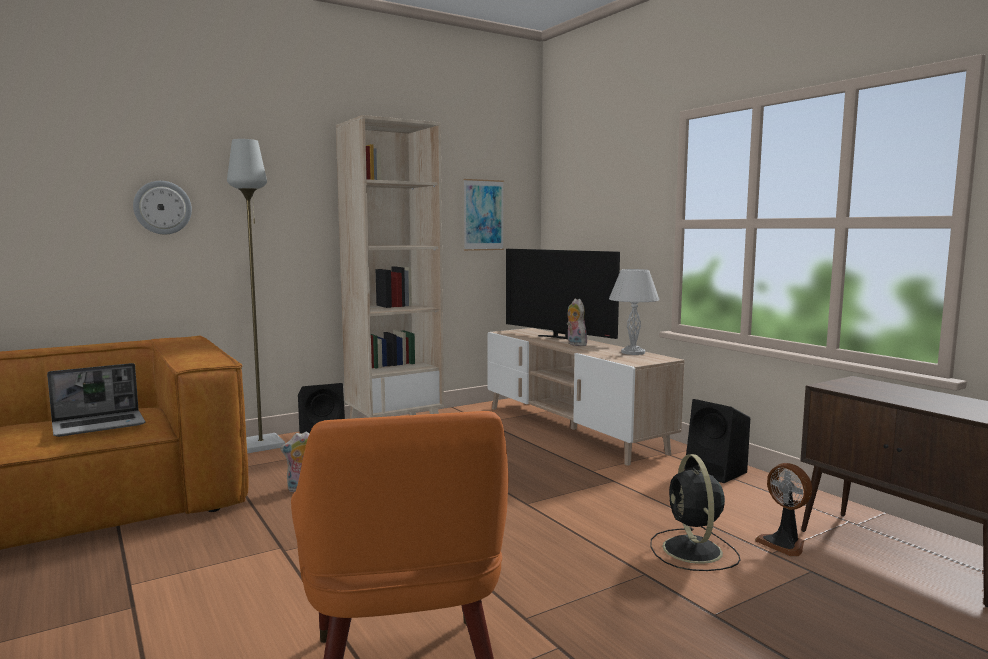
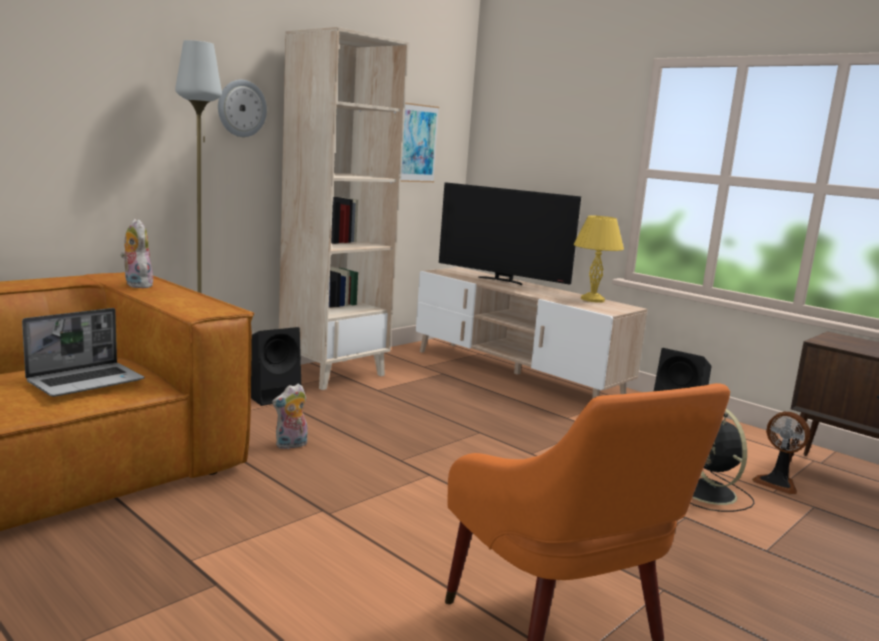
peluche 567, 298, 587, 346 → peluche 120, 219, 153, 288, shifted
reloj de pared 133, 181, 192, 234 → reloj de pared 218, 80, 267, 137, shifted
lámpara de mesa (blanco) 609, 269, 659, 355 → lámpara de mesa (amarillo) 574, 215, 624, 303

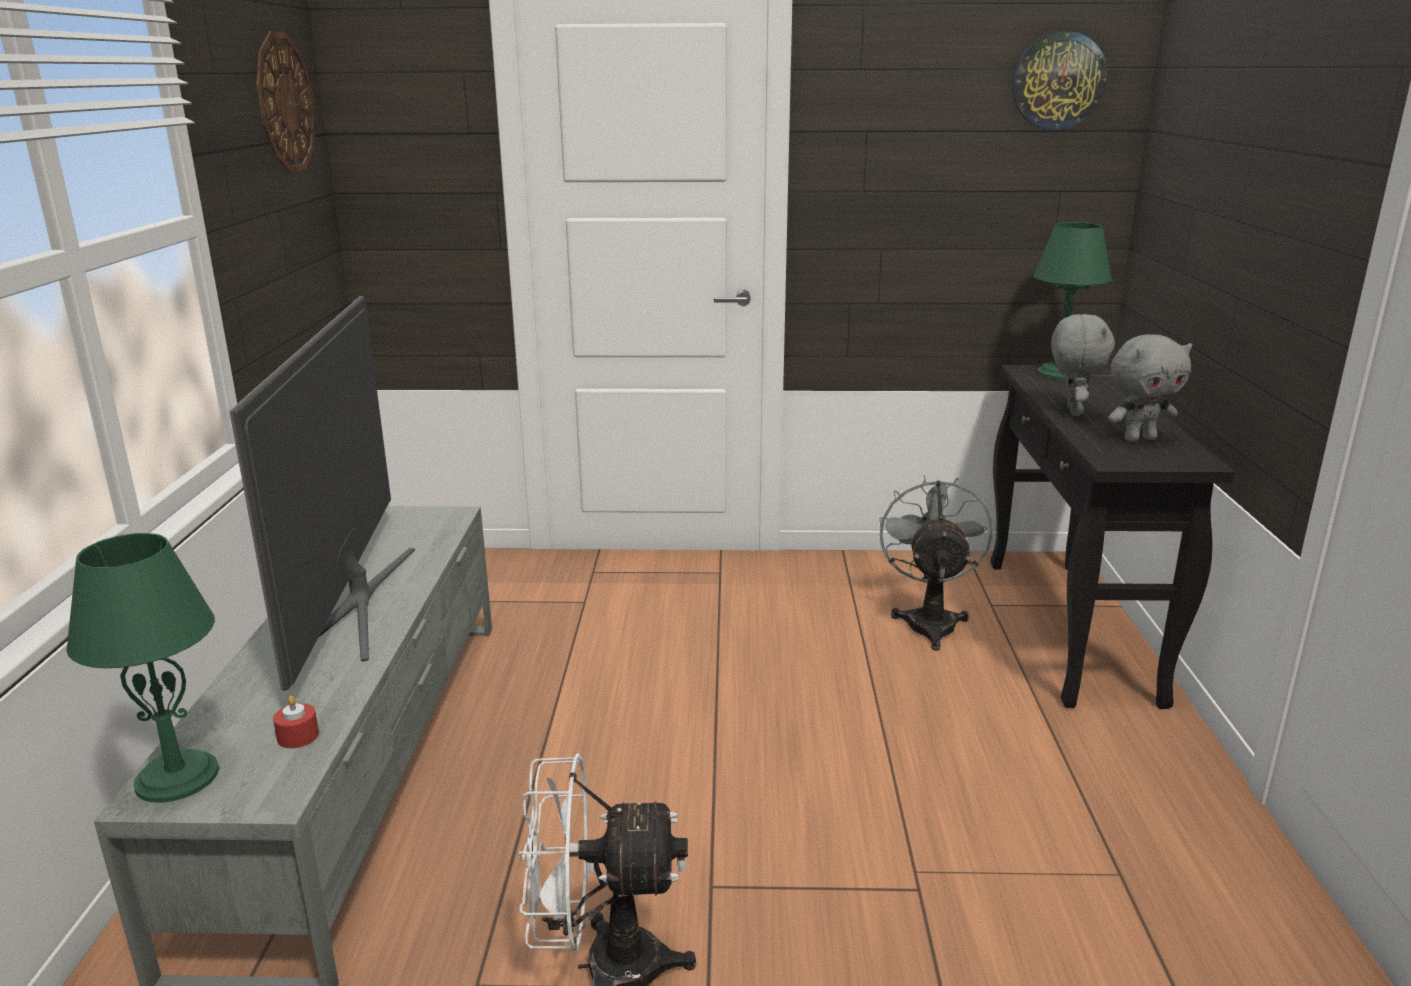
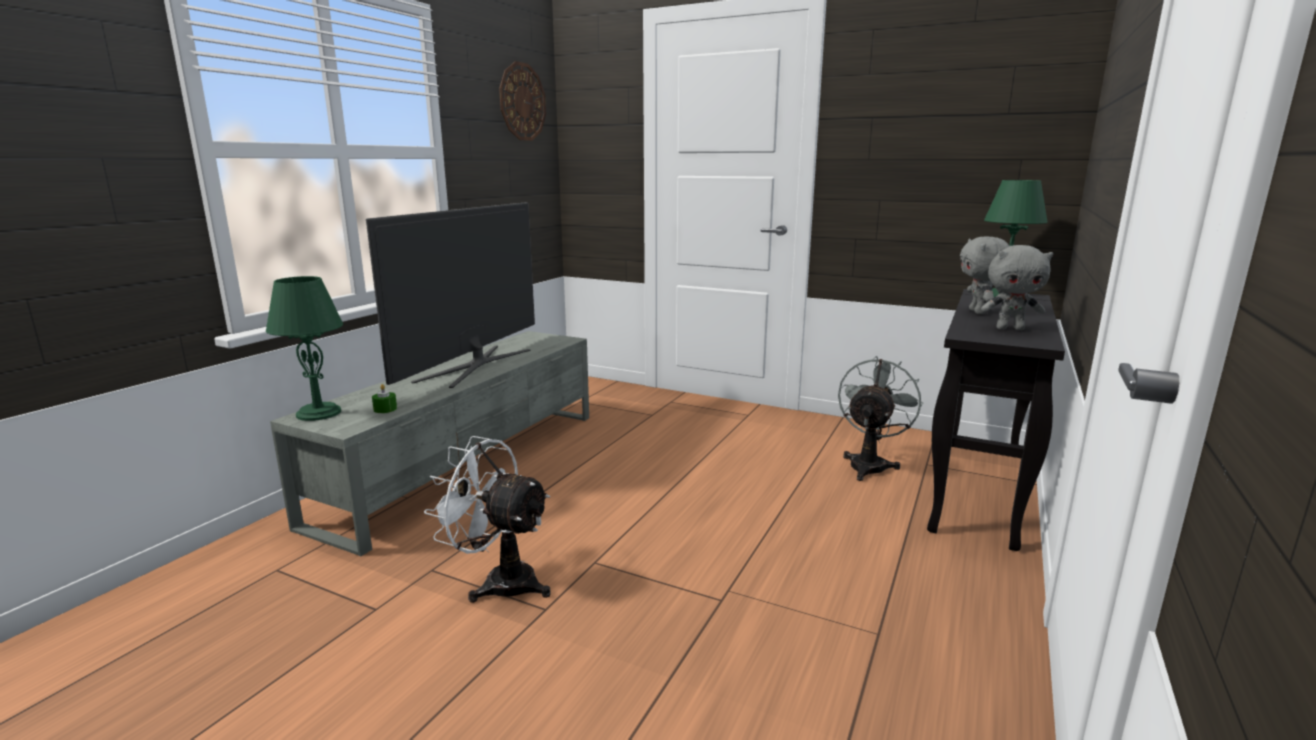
vela (rojo) 273, 696, 319, 748 → vela (verde) 372, 384, 397, 413
peluche (gris) 1051, 314, 1115, 416 → peluche (gris) 960, 236, 1009, 314, 150 degrees clockwise
reloj de pared 1012, 31, 1107, 130 → -

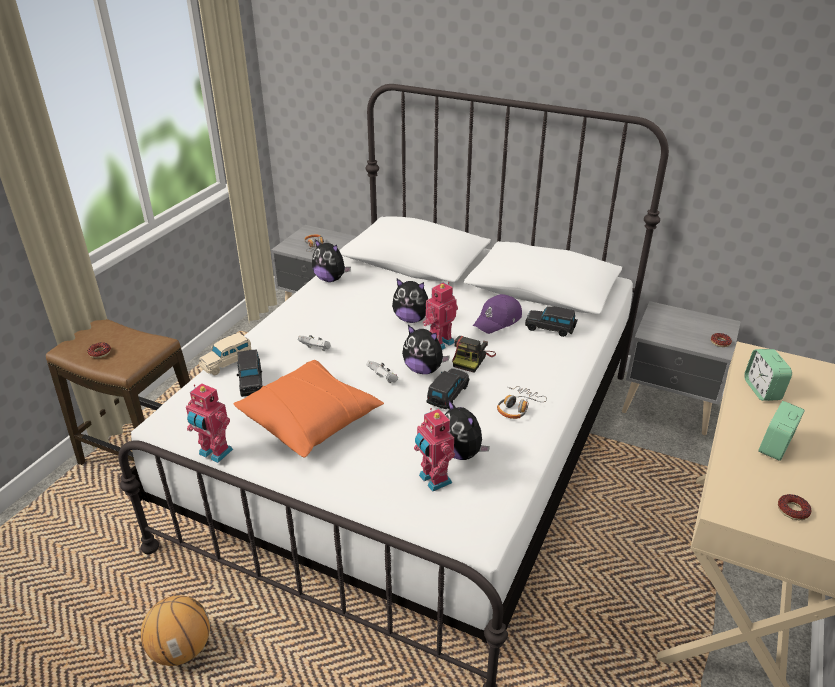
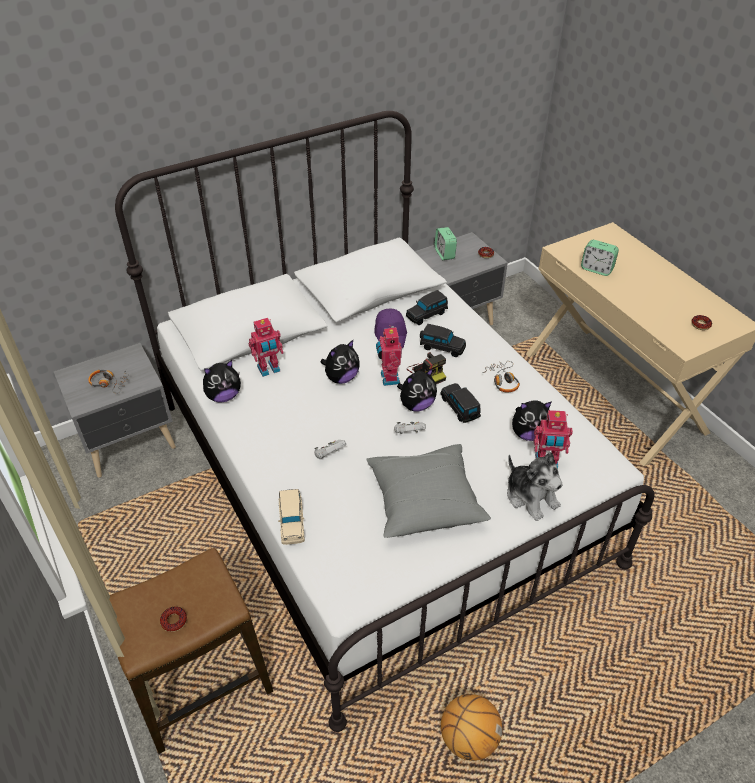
robot de juguete 186, 383, 233, 463 → robot de juguete 249, 318, 283, 377, shifted
cojín (naranja) 234, 360, 384, 458 → cojín (gris) 366, 444, 491, 538
coche de juguete (negro) 237, 349, 263, 397 → coche de juguete (negro) 420, 324, 466, 357, shifted
despertador 758, 401, 805, 461 → despertador 434, 227, 457, 260, shifted
- → peluche 507, 452, 563, 521

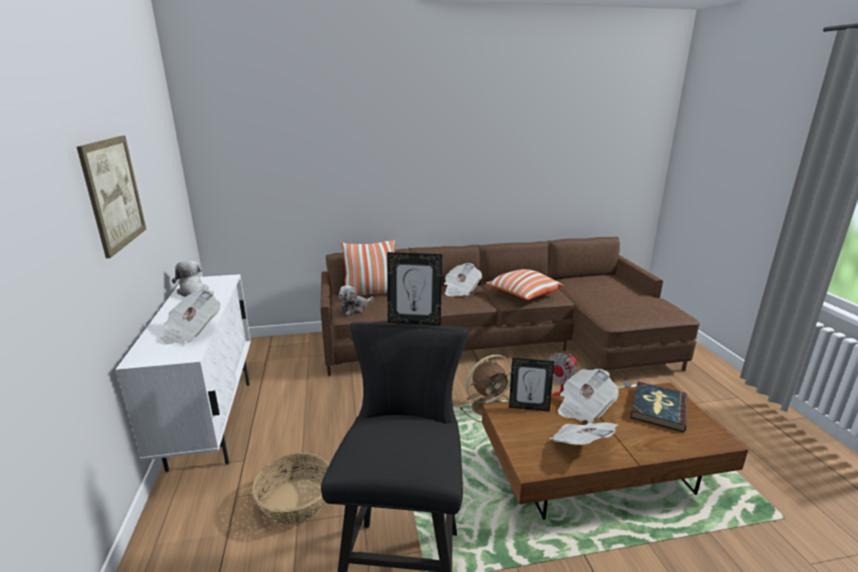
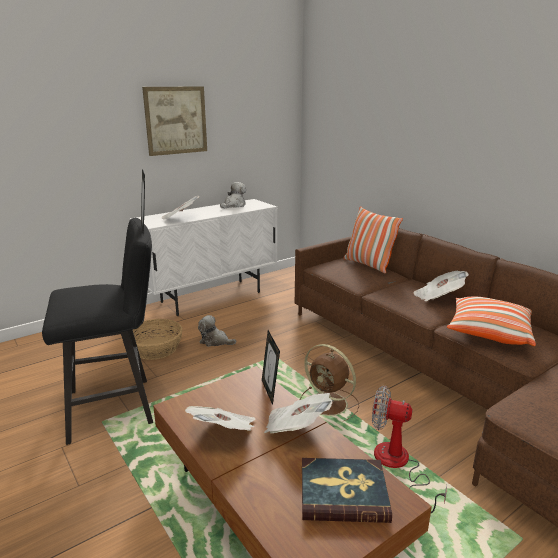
peluche 339, 285, 374, 315 → peluche 198, 315, 236, 347, shifted

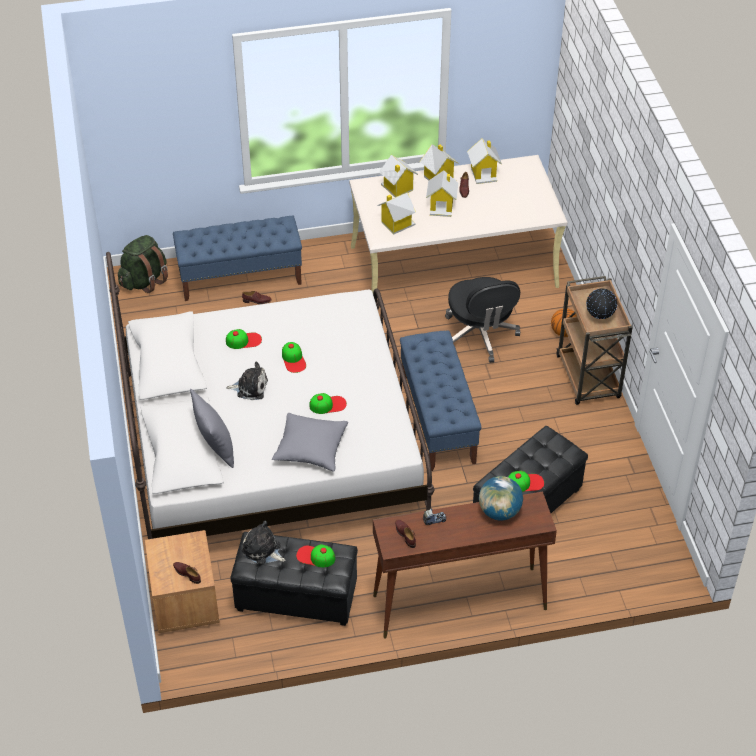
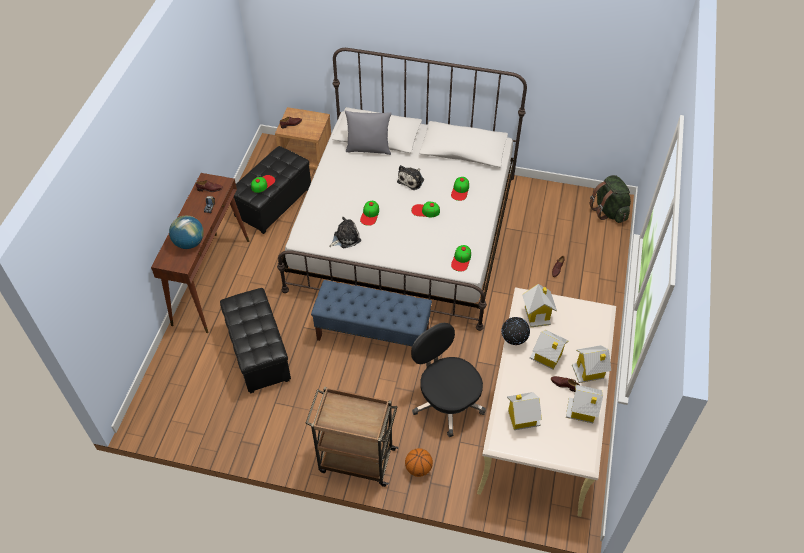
peluche 241, 521, 285, 564 → peluche 329, 217, 361, 248, shifted
silla de oficina (negro) 445, 277, 520, 363 → silla de oficina (negro) 411, 323, 486, 437, 45 degrees clockwise
gorra 508, 471, 544, 492 → gorra 451, 245, 471, 272, shifted
globo terráqueo 586, 288, 617, 319 → globo terráqueo 502, 317, 530, 345, shifted
casita 379, 155, 418, 197 → casita 507, 392, 542, 430, shifted
banco (azul) 173, 216, 302, 301 → -
cojín (gris) 272, 413, 348, 472 → -

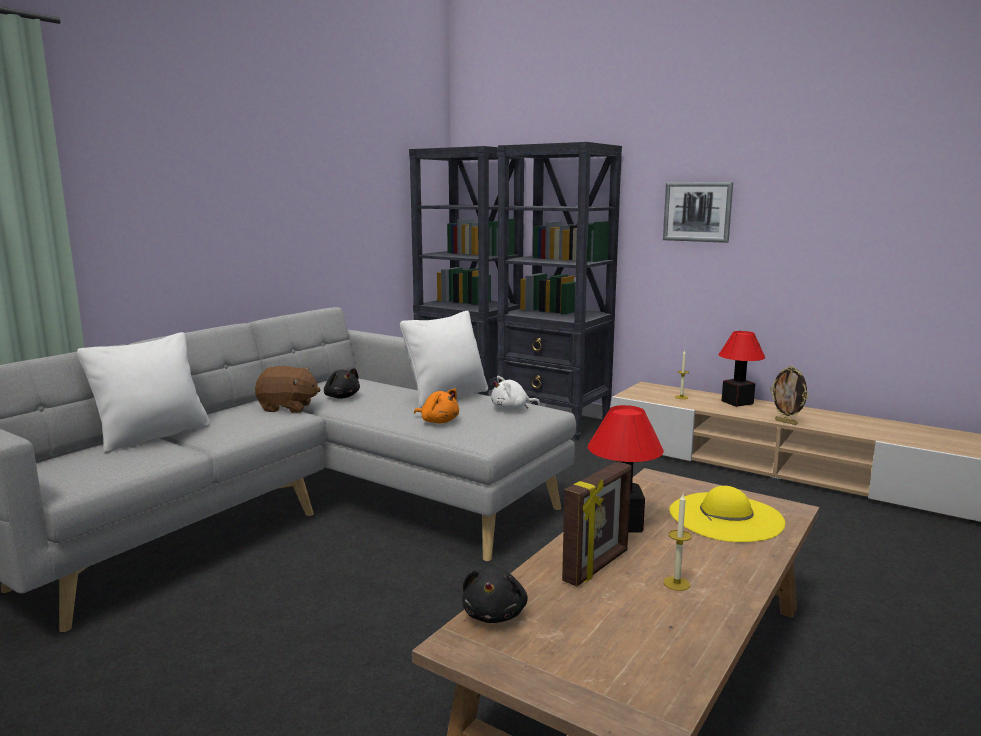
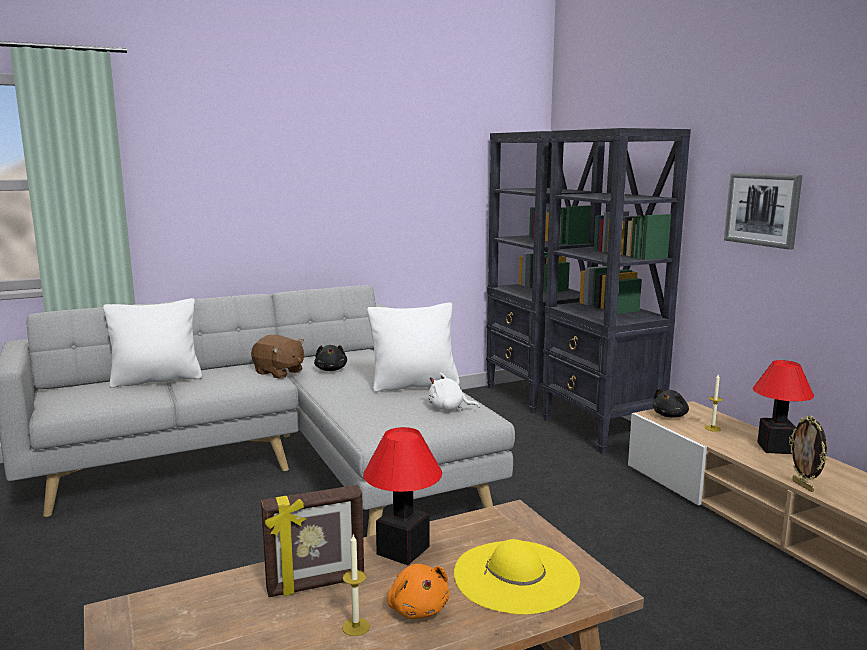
peluche (naranja) 414, 389, 459, 423 → peluche (naranja) 387, 564, 449, 619, shifted
peluche (negro) 462, 566, 528, 623 → peluche (negro) 653, 388, 689, 418, shifted

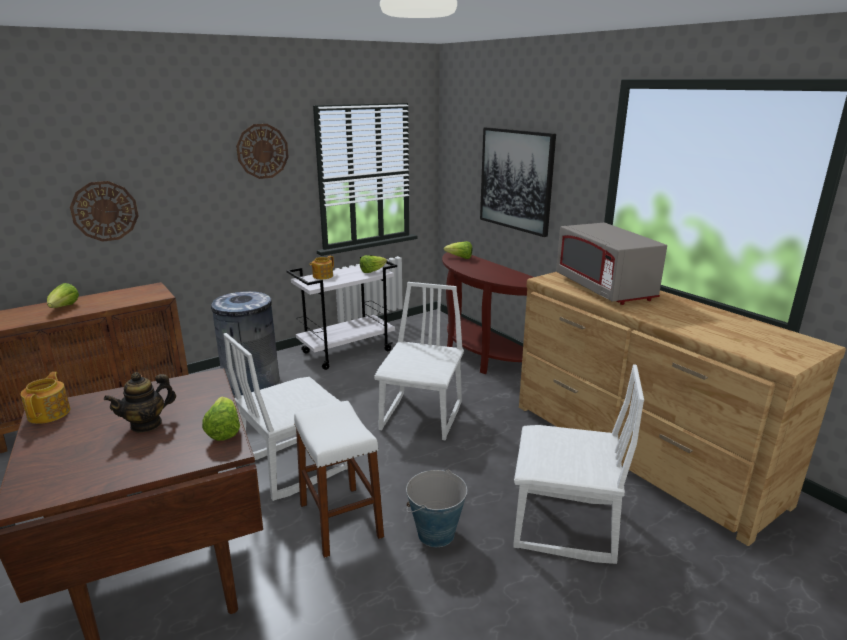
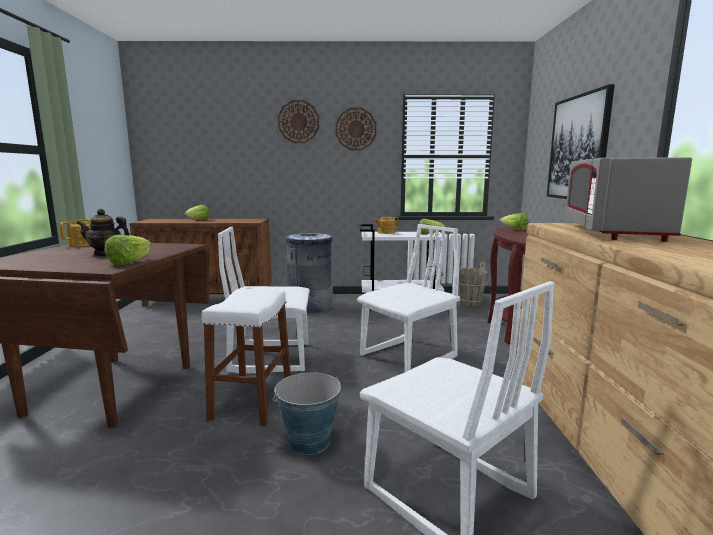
reloj de pared 70, 181, 138, 242 → reloj de pared 278, 100, 319, 143, shifted
- → cubo (marrón) 458, 262, 488, 307

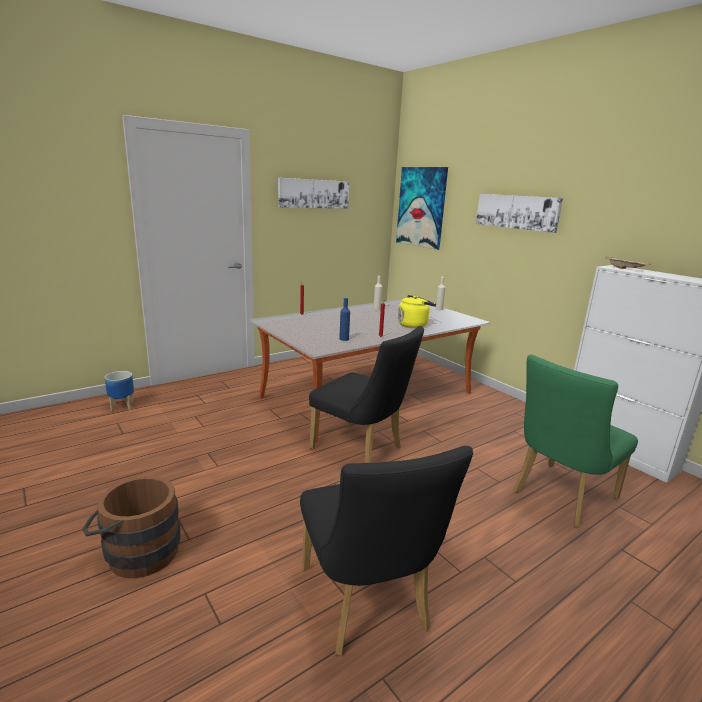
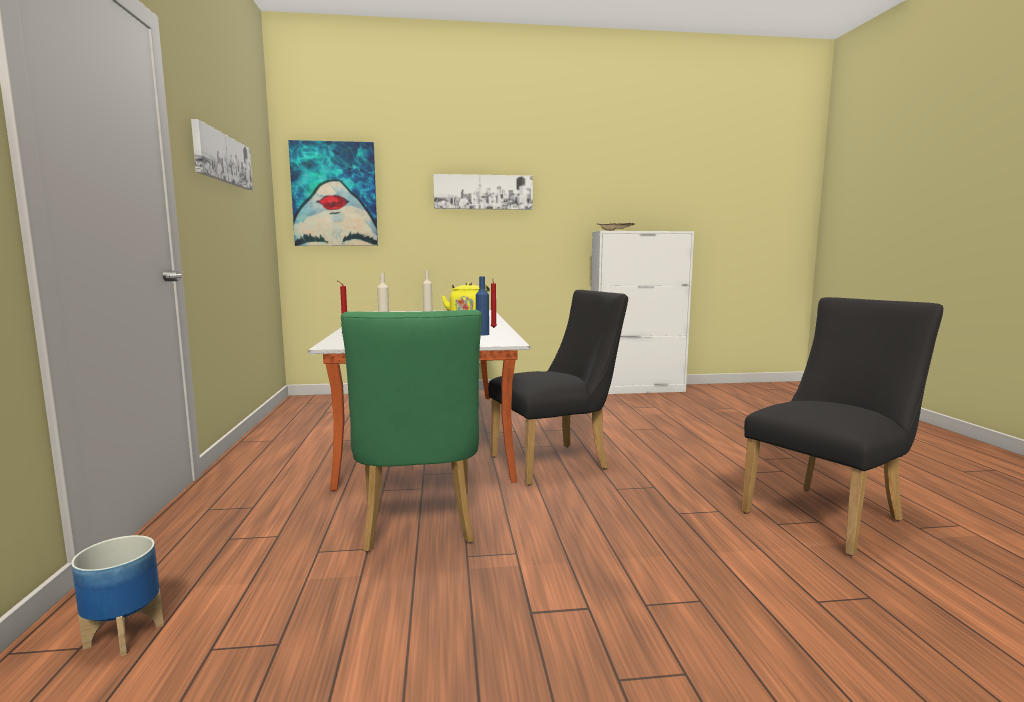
silla (verde) 513, 355, 638, 527 → silla (verde) 341, 310, 482, 552, shifted
silla (negro) 300, 446, 473, 656 → silla (negro) 741, 297, 943, 556, 45 degrees counterclockwise
cubo (marrón) 82, 476, 181, 578 → -

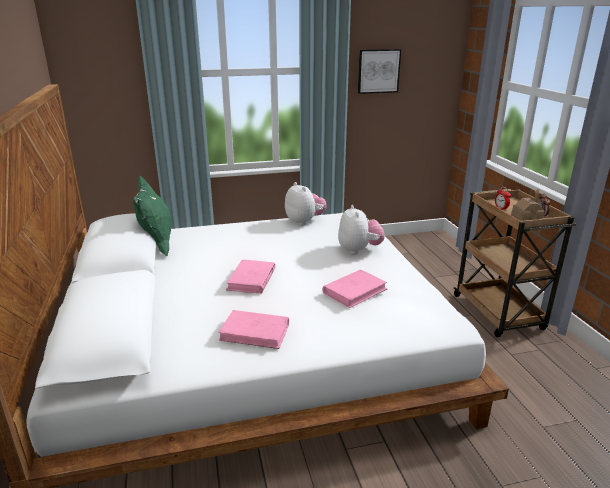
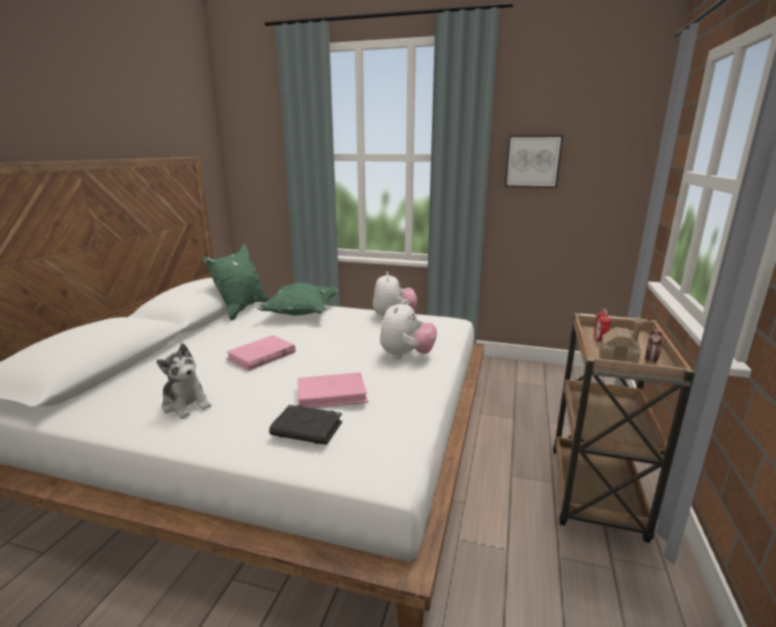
libro (rosa) 218, 310, 289, 349 → peluche 156, 343, 211, 419
- → cojín (verde) 257, 283, 339, 315
- → libro (negro) 269, 405, 342, 445

